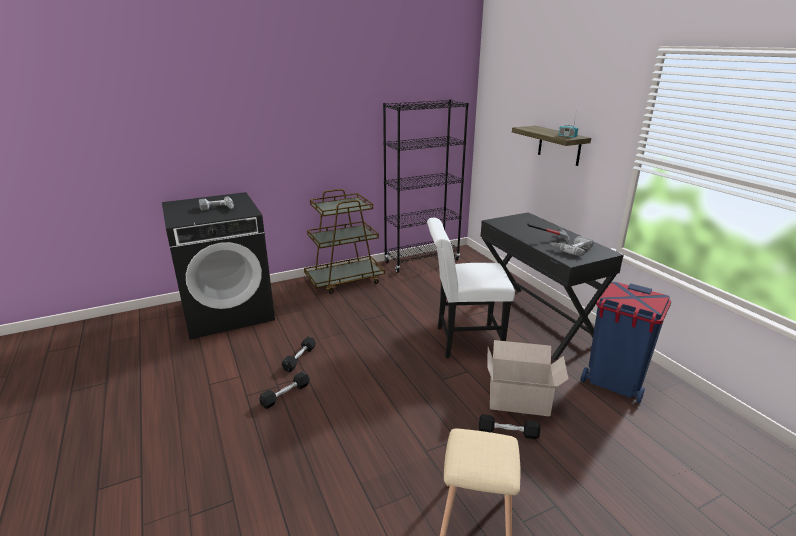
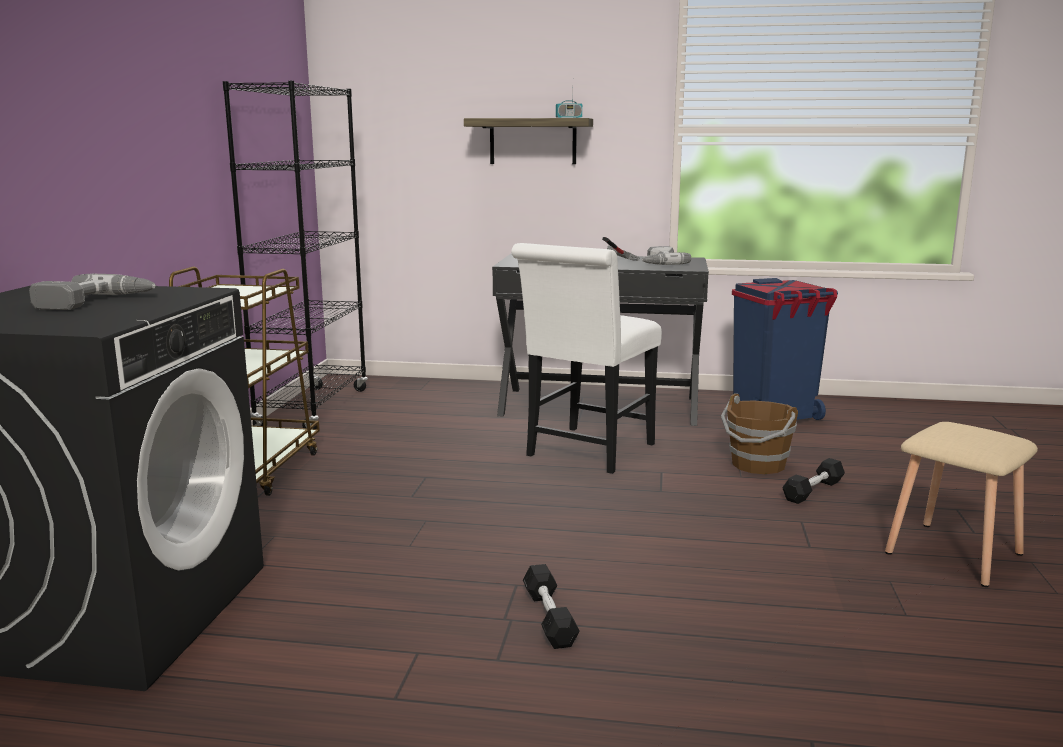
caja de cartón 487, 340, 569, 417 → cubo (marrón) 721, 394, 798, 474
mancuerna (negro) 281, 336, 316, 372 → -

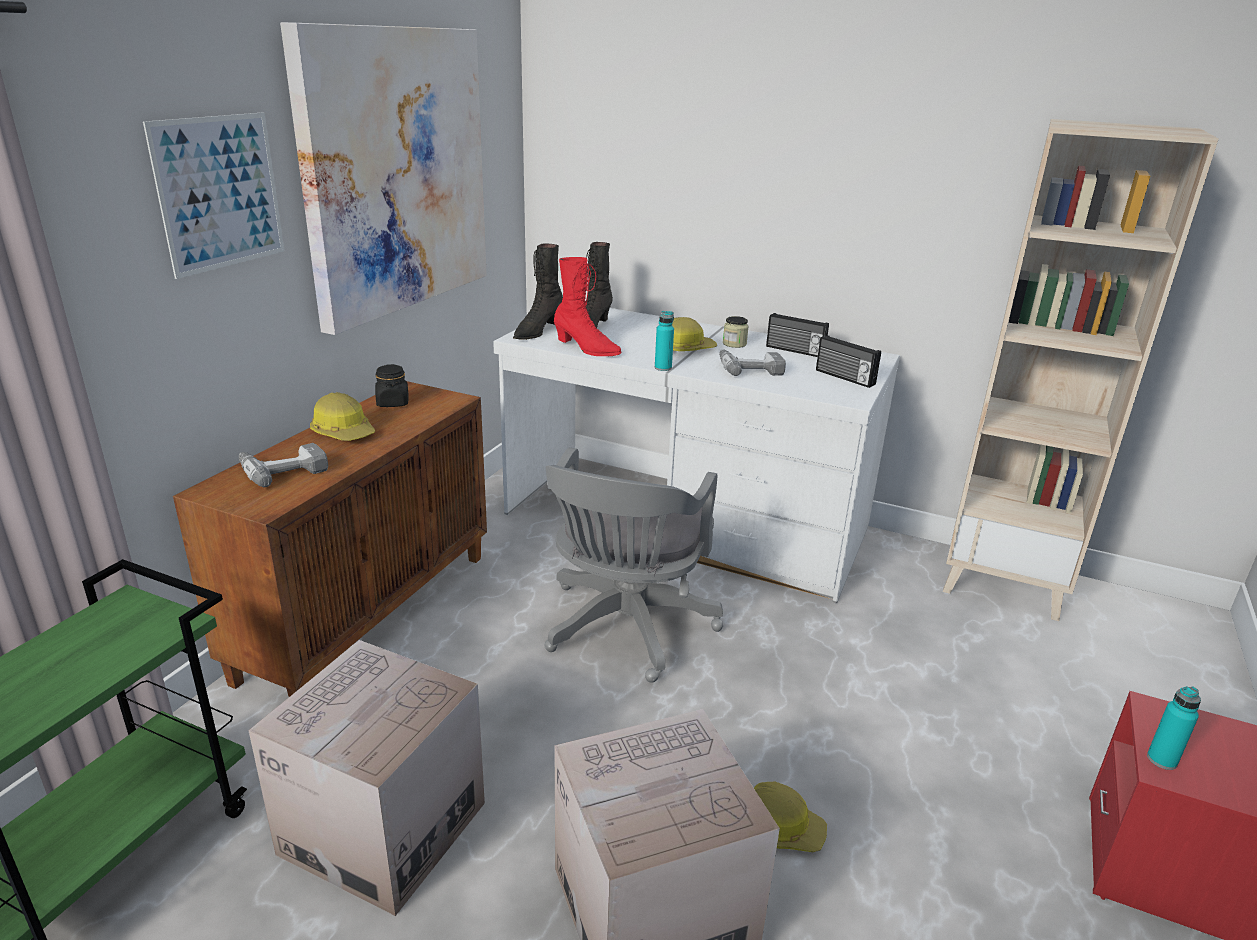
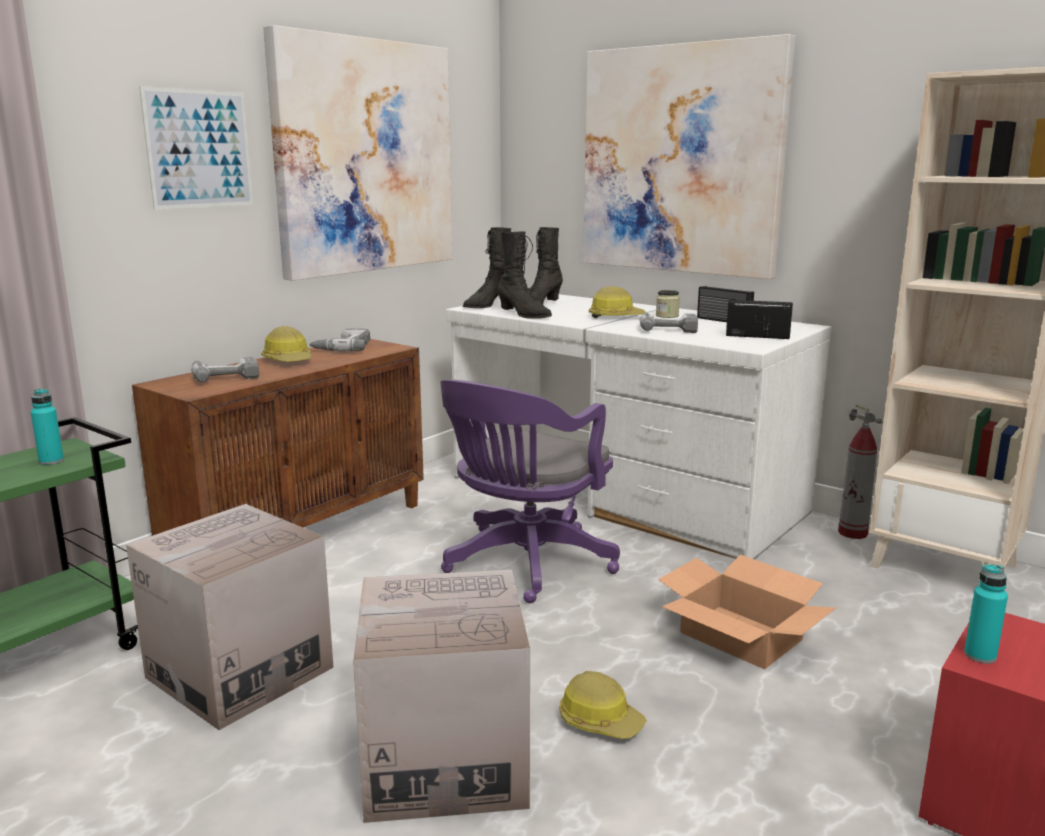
botella (turquesa) 655, 311, 674, 371 → botella (turquesa) 31, 389, 64, 465, shifted
tarro (negro) 375, 364, 409, 407 → taladro 309, 328, 370, 351
silla de oficina (gris) 545, 447, 723, 683 → silla de oficina (morado) 440, 380, 620, 603
bota (rojo) 554, 257, 622, 356 → bota (negro) 497, 231, 552, 319
- → cuadro 583, 34, 795, 279
- → caja de cartón 658, 555, 836, 669
radio 816, 335, 881, 388 → radio 726, 300, 793, 339, 135 degrees clockwise
- → extintor 838, 405, 884, 539

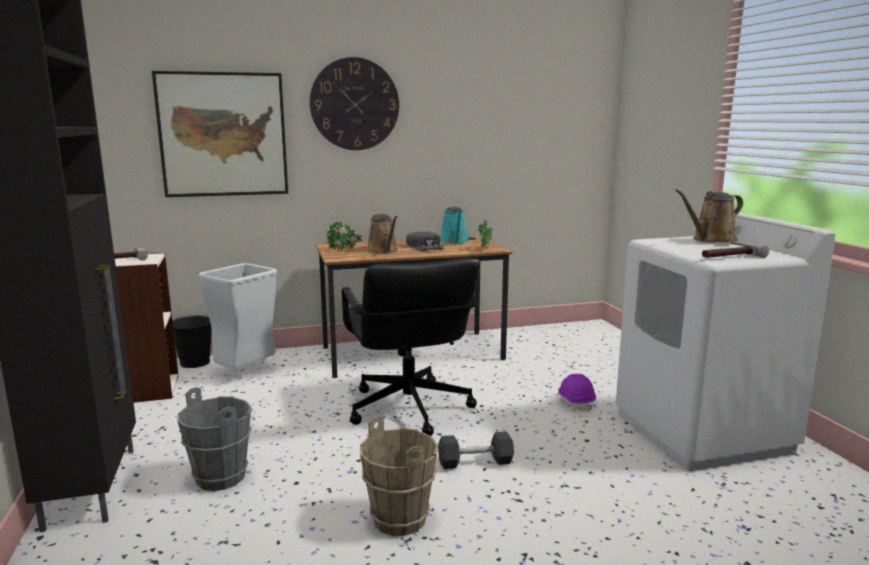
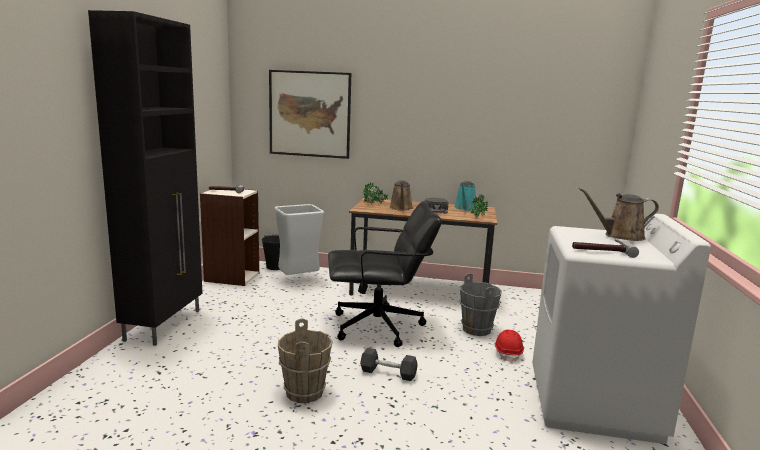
silla de oficina (negro) 342, 258, 481, 436 → silla de oficina (negro) 328, 201, 442, 347, 105 degrees counterclockwise
cubo (gris) 178, 387, 252, 491 → cubo (gris) 459, 273, 502, 336, shifted
casco (morado) 556, 374, 596, 412 → casco (rojo) 494, 330, 524, 363
reloj de pared 310, 57, 399, 150 → -

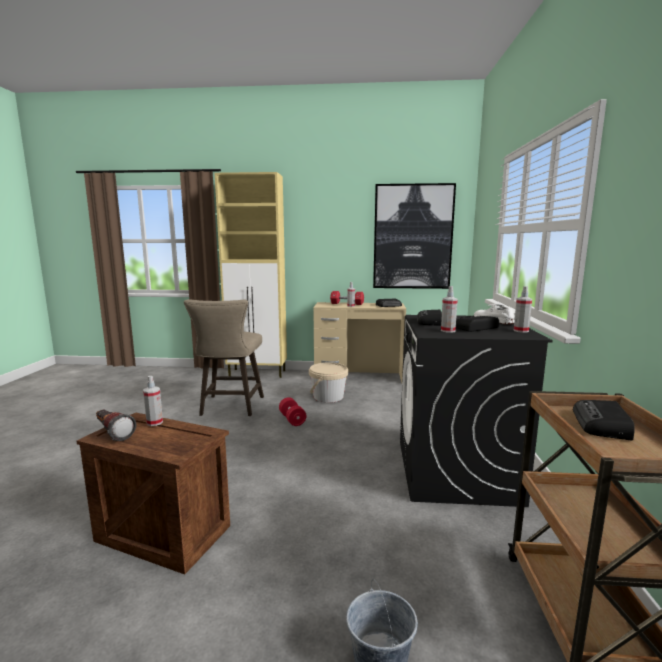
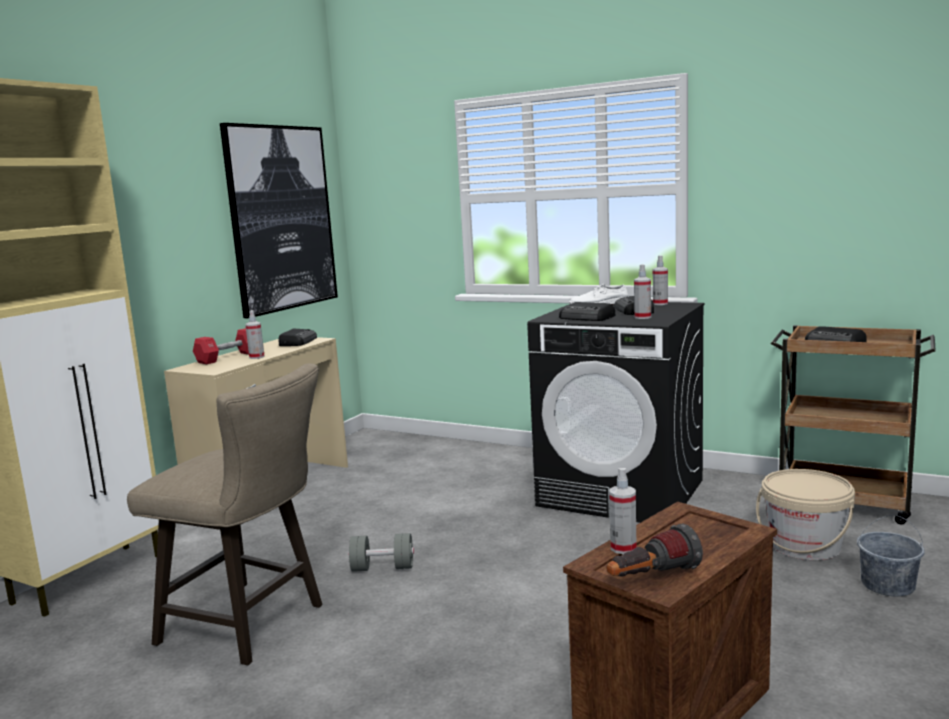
mancuerna (rojo) 279, 397, 306, 426 → mancuerna (gris) 349, 533, 414, 572
cubo (beis) 309, 362, 348, 403 → cubo (beis) 756, 469, 855, 560, shifted

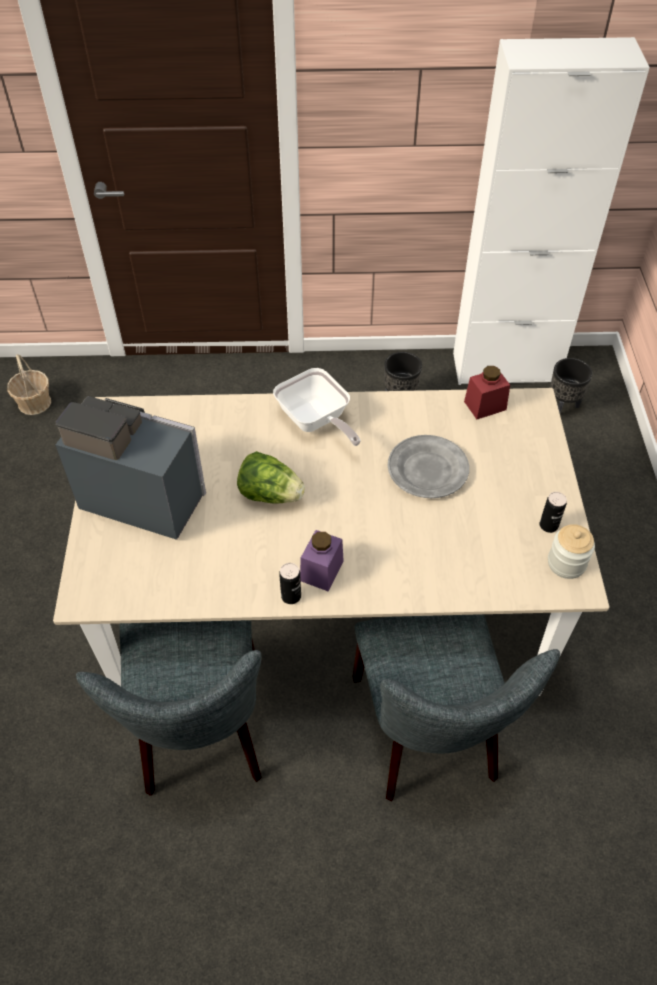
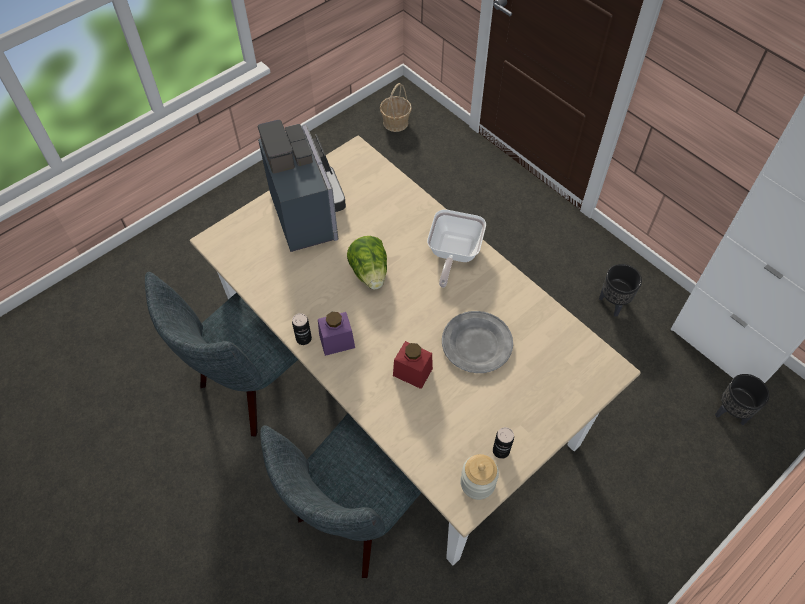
tarro (rojo) 464, 366, 510, 419 → tarro (rojo) 393, 341, 433, 389, shifted

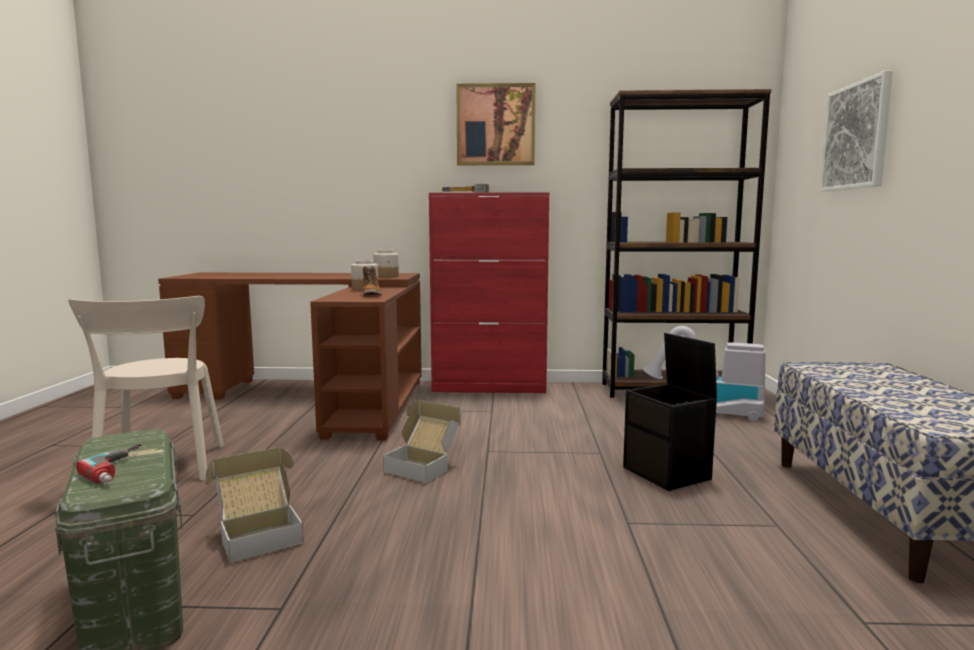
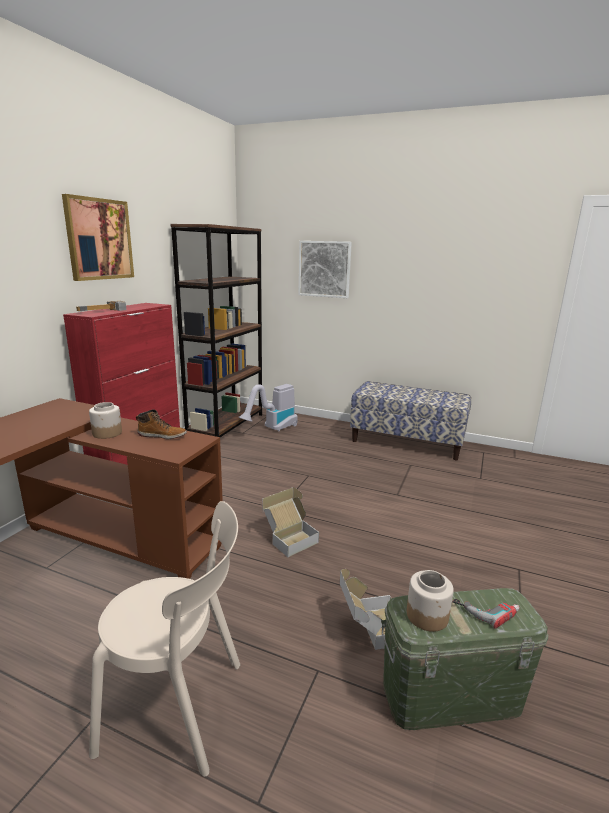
tarro 373, 250, 399, 278 → tarro 407, 570, 454, 632, shifted
caja de almacenaje (negro) 623, 333, 717, 491 → -

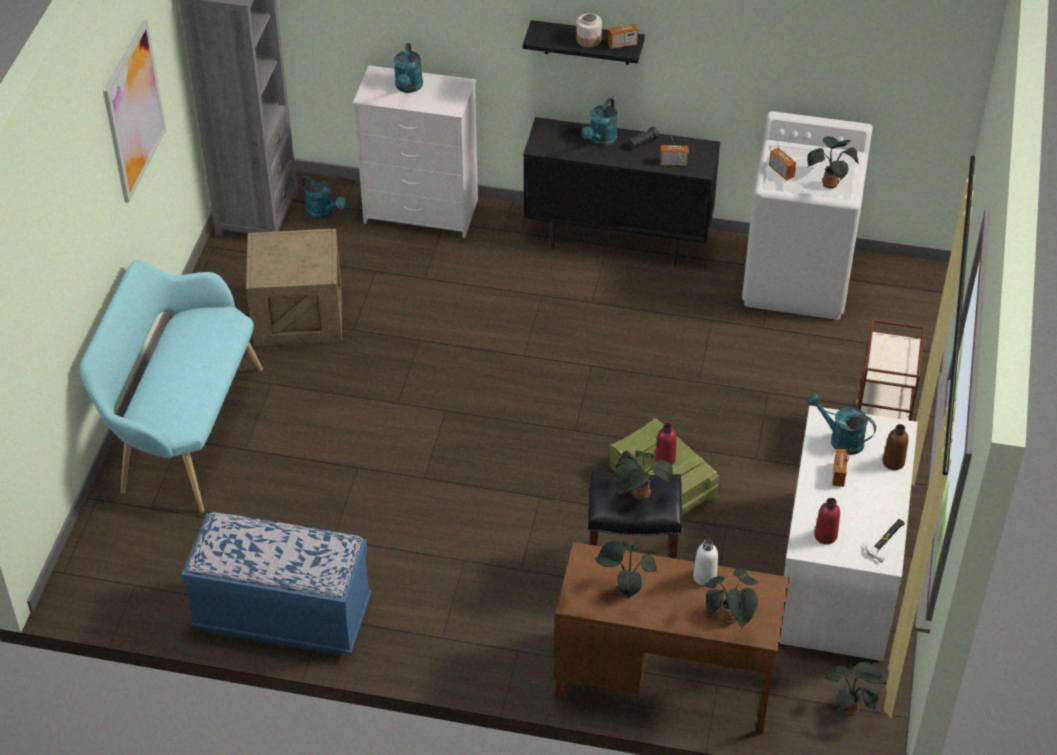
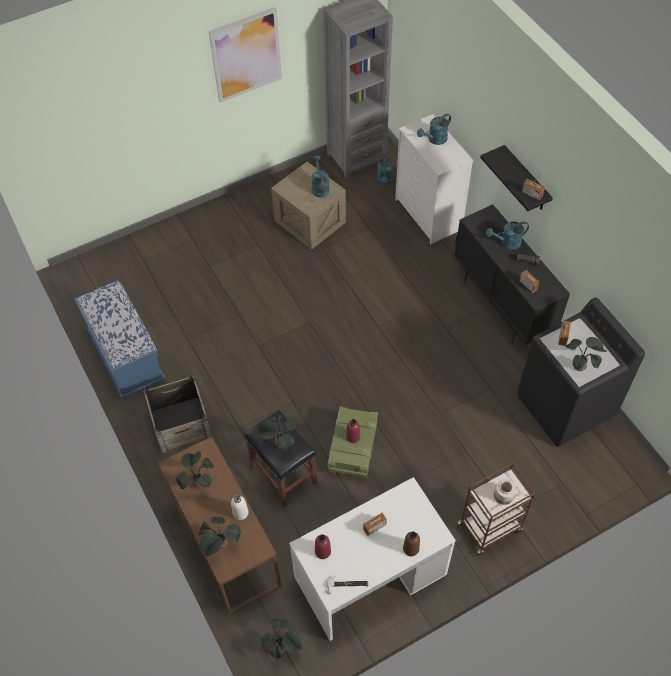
- → caja de embalaje 143, 375, 212, 454
regadera (turquesa) 807, 394, 876, 455 → regadera (turquesa) 312, 156, 329, 197, shifted
tarro 576, 13, 602, 48 → tarro 494, 479, 516, 505, shifted
lavadora (blanco) 742, 111, 873, 320 → lavadora (negro) 517, 298, 645, 447
banco (turquesa) 80, 260, 263, 512 → -

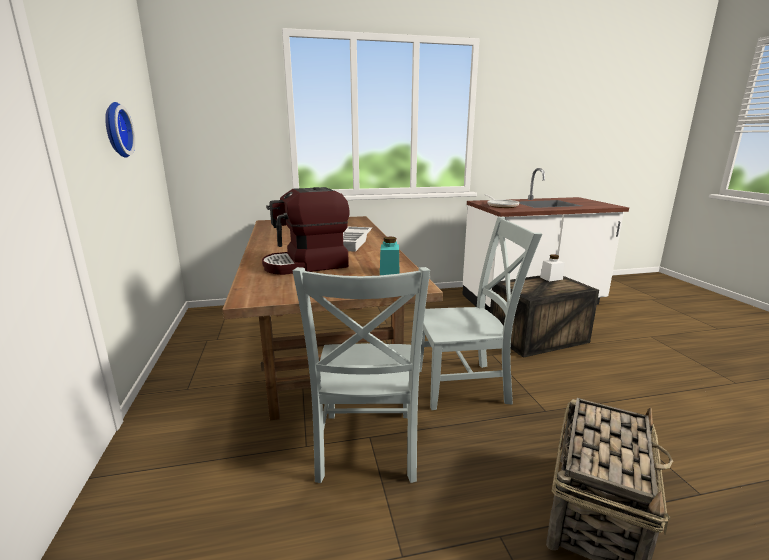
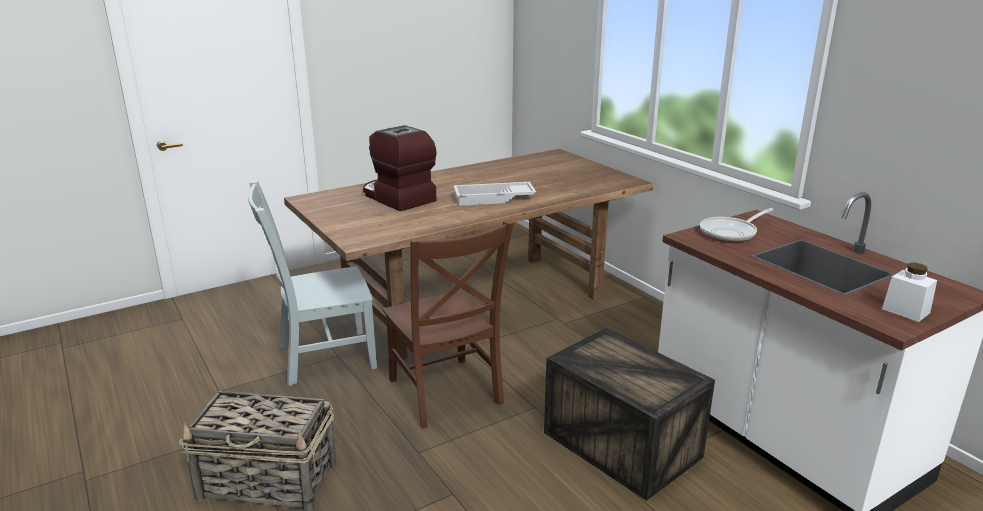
silla (gris) 419, 217, 542, 410 → silla (marrón) 383, 221, 514, 428
tarro (blanco) 540, 254, 564, 281 → tarro (blanco) 882, 262, 937, 322, shifted
reloj de pared 105, 102, 135, 158 → -
tarro (turquesa) 380, 237, 399, 275 → -

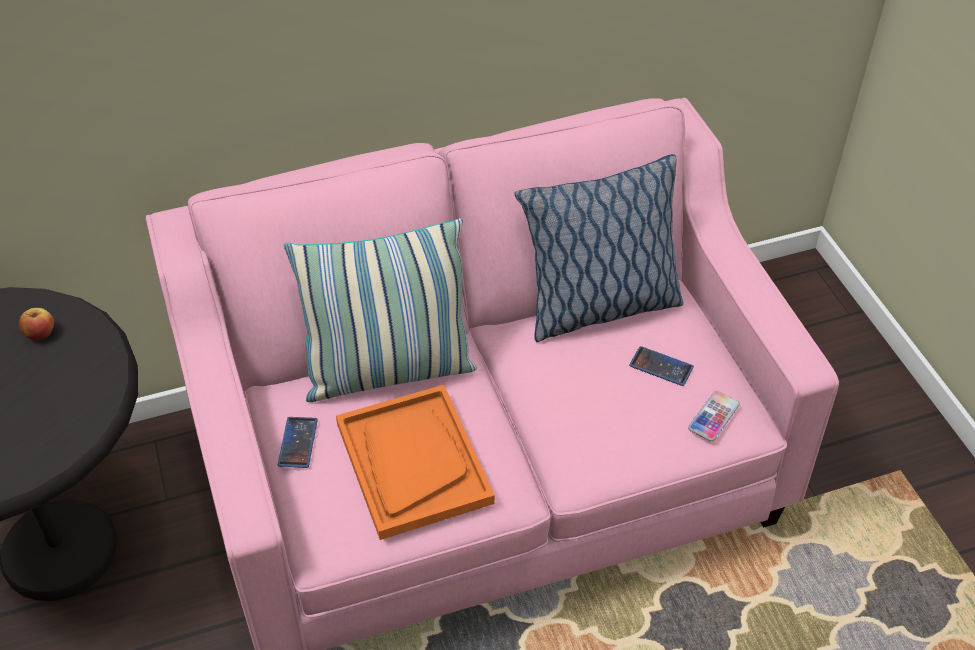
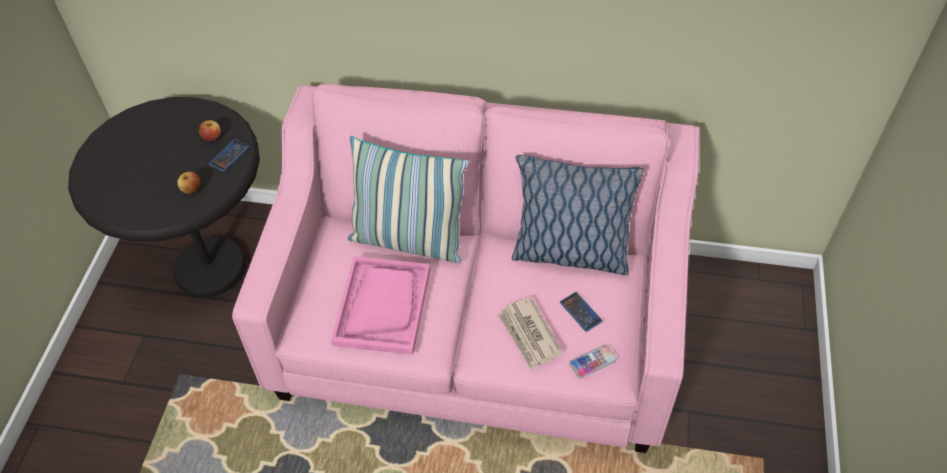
- → manzana 177, 171, 201, 194
móvil 278, 417, 318, 468 → móvil 209, 139, 249, 172, shifted
bandeja (naranja) 336, 385, 495, 540 → bandeja (rosa) 331, 256, 430, 355
- → periódico 497, 297, 562, 370

